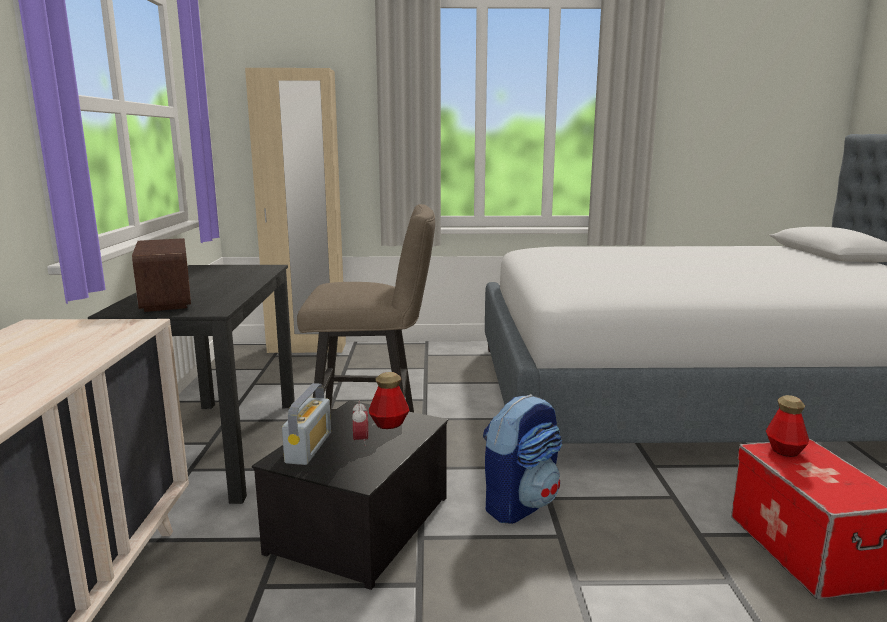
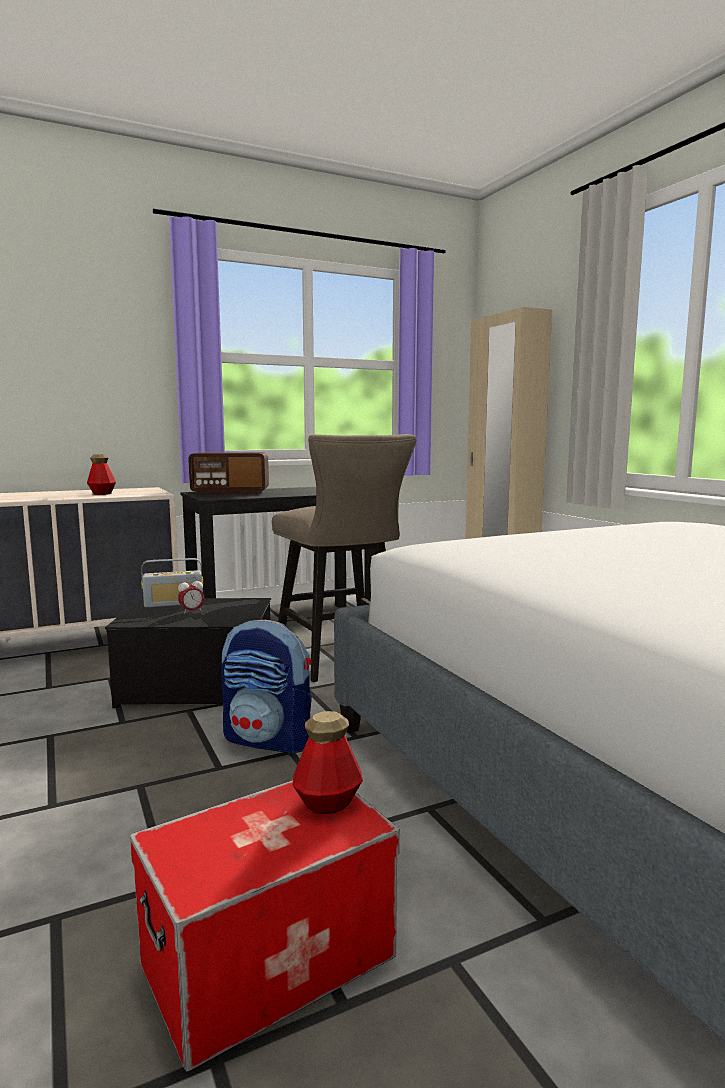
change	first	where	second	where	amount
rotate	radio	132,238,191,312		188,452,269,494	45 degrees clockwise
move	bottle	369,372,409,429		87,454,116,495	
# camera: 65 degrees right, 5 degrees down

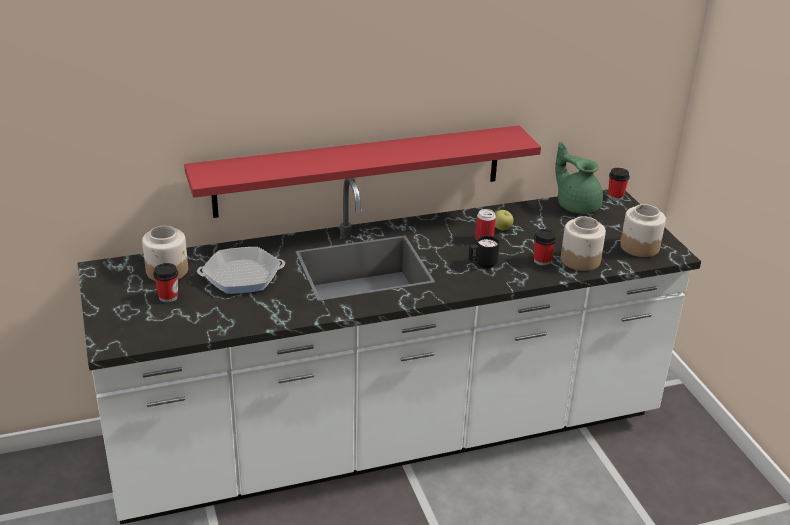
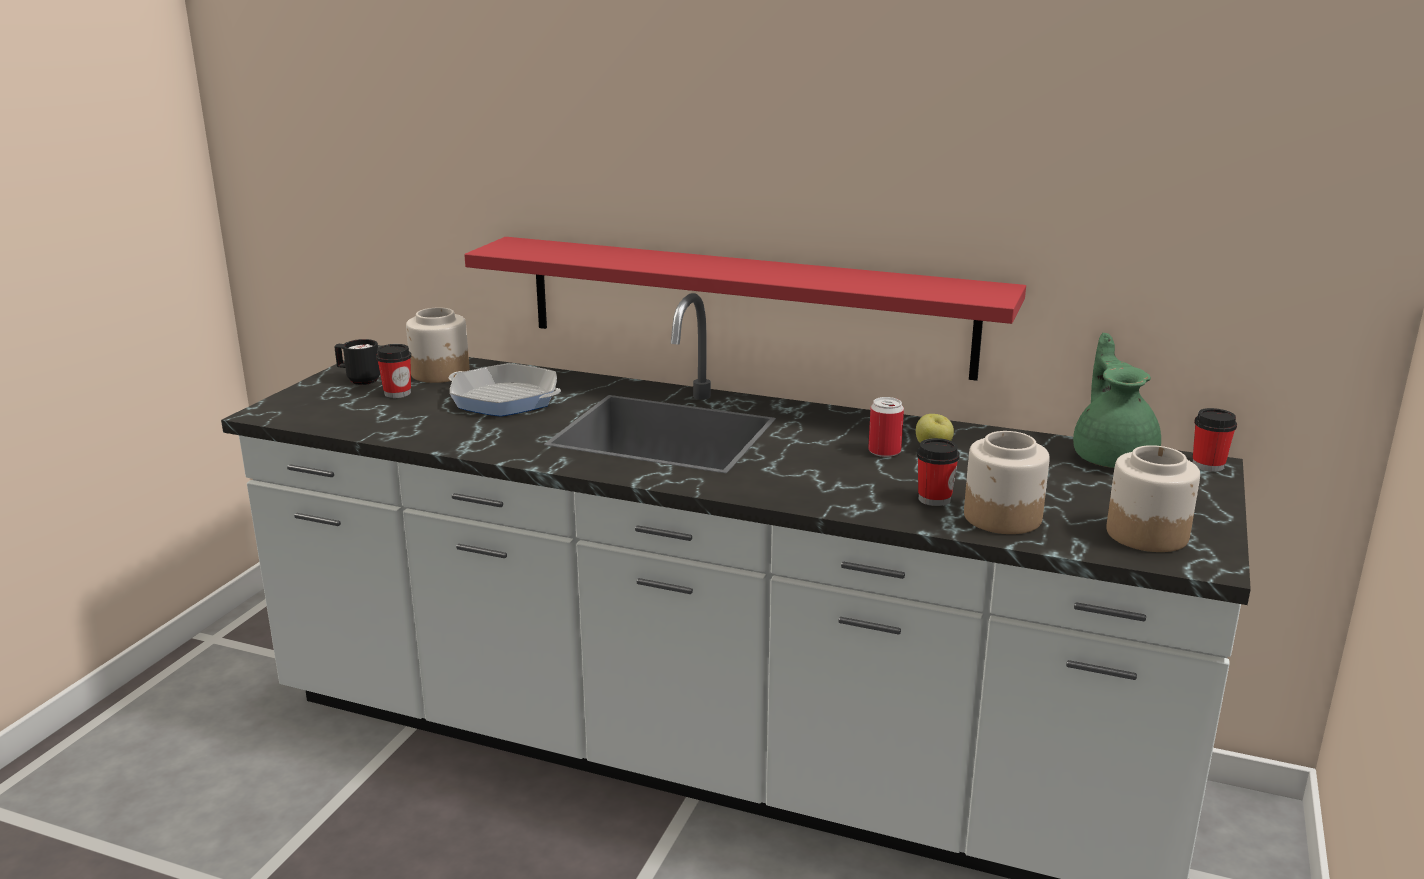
change	first	where	second	where	amount
move	blackish tea mug	468,236,500,268		335,339,380,385	
# camera: 40 degrees right, 10 degrees down

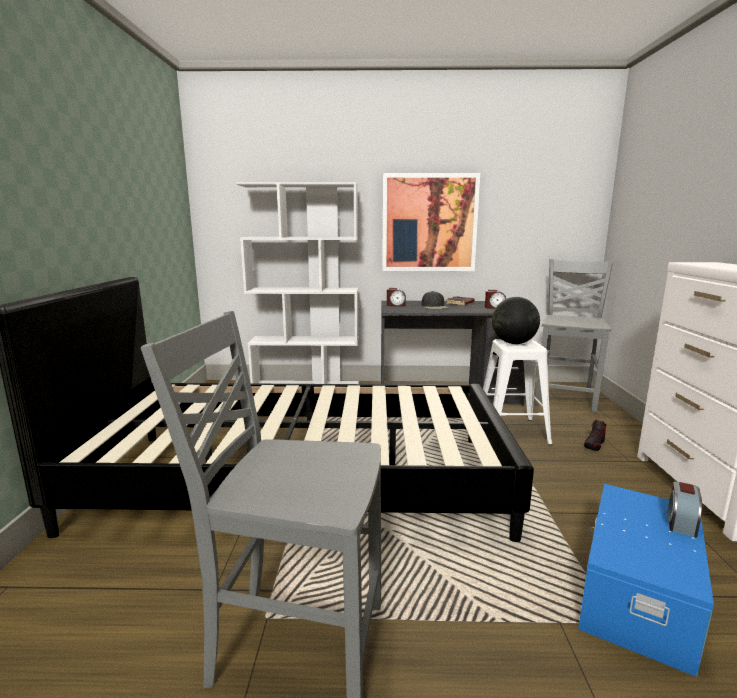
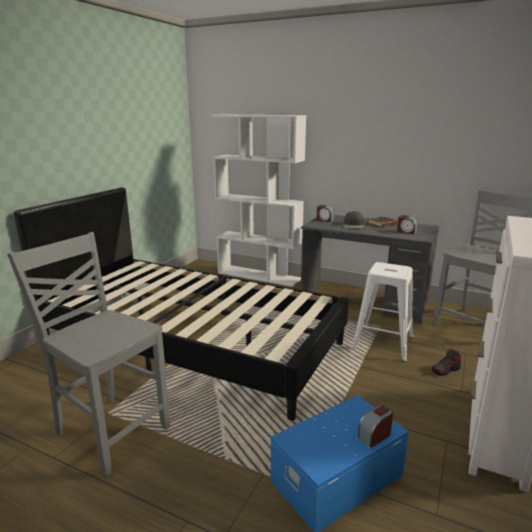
change	first	where	second	where	amount
delete	picture	382,173,480,271			
delete	world globe	492,297,540,344			
# camera: 25 degrees right, 5 degrees up

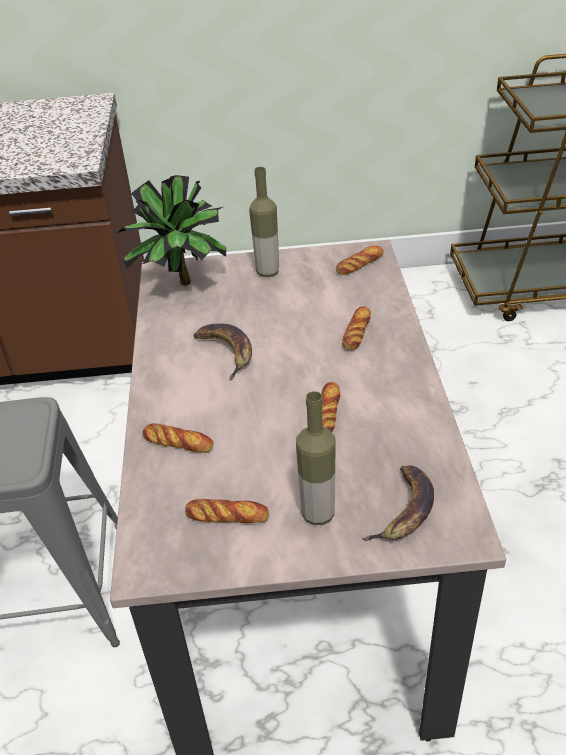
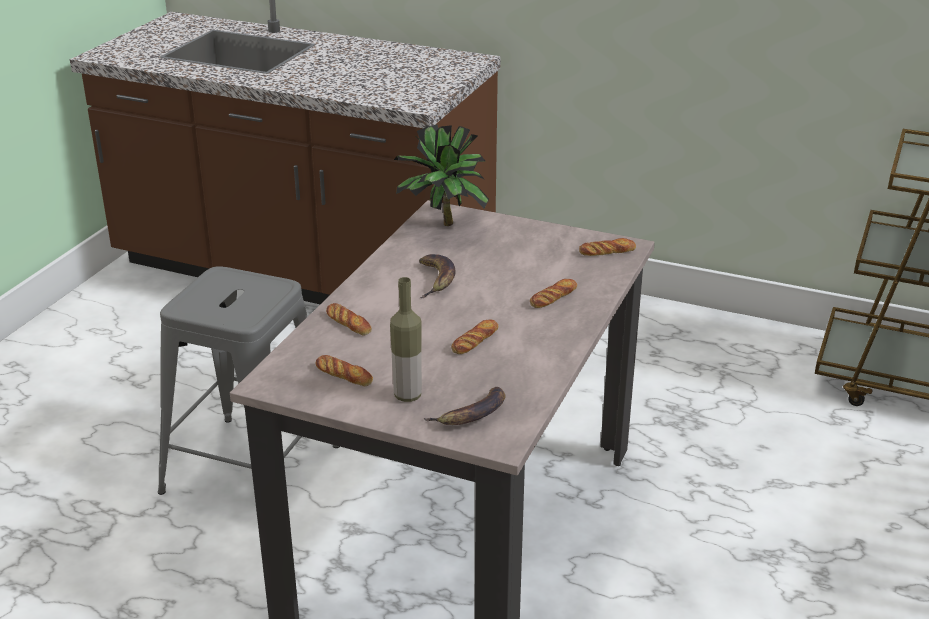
change	first	where	second	where	amount
delete	bottle	249,167,279,277			
# camera: 25 degrees right, 10 degrees down

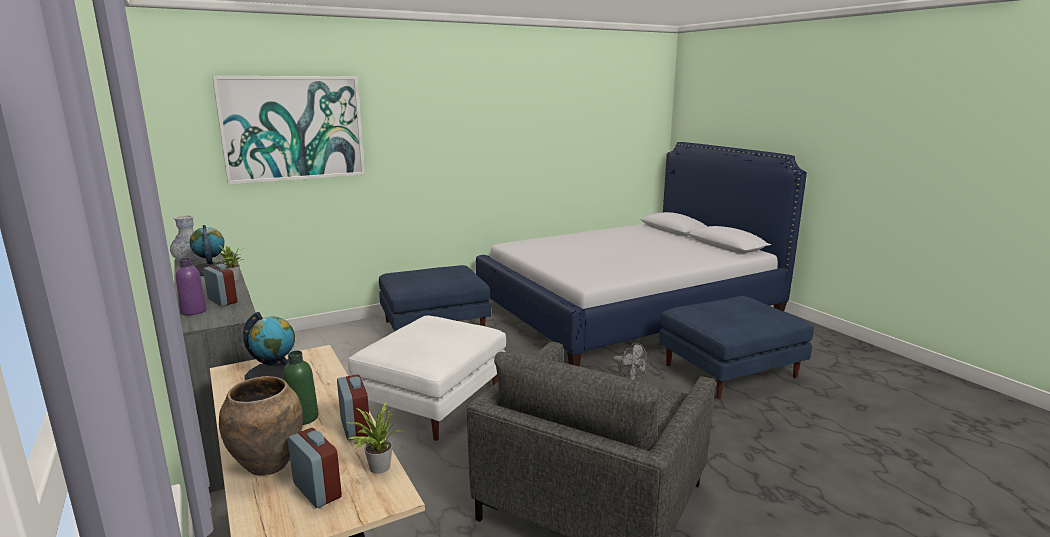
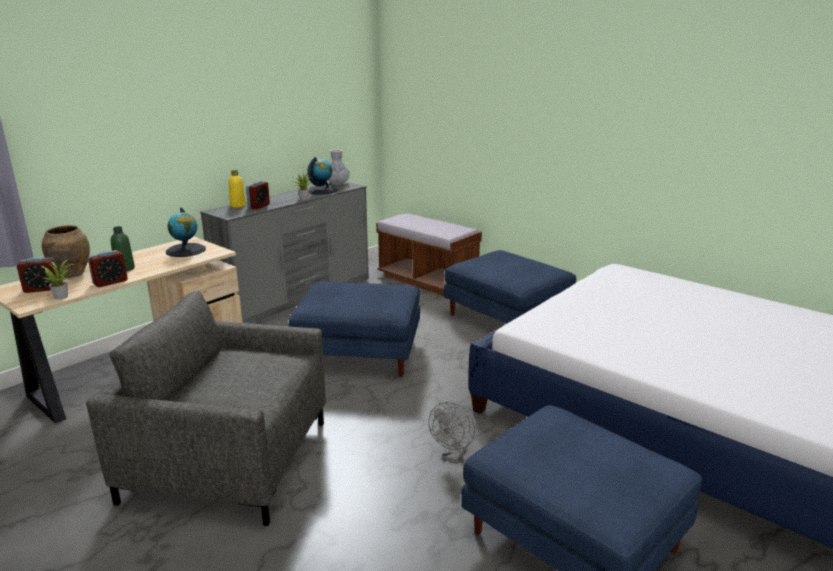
change	first	where	second	where	amount
recolor	purplish bottle	176,258,207,315	yellowish bottle	228,170,246,208	
delete	picture	212,76,365,185			
rotate	table clock	288,428,342,508		17,257,57,293	45 degrees clockwise
recolor	white-coloured footrest	348,315,506,441	blue footrest	289,281,420,377	
insert			brownish indoor bench	376,214,482,296	
# camera: 70 degrees right, 5 degrees up

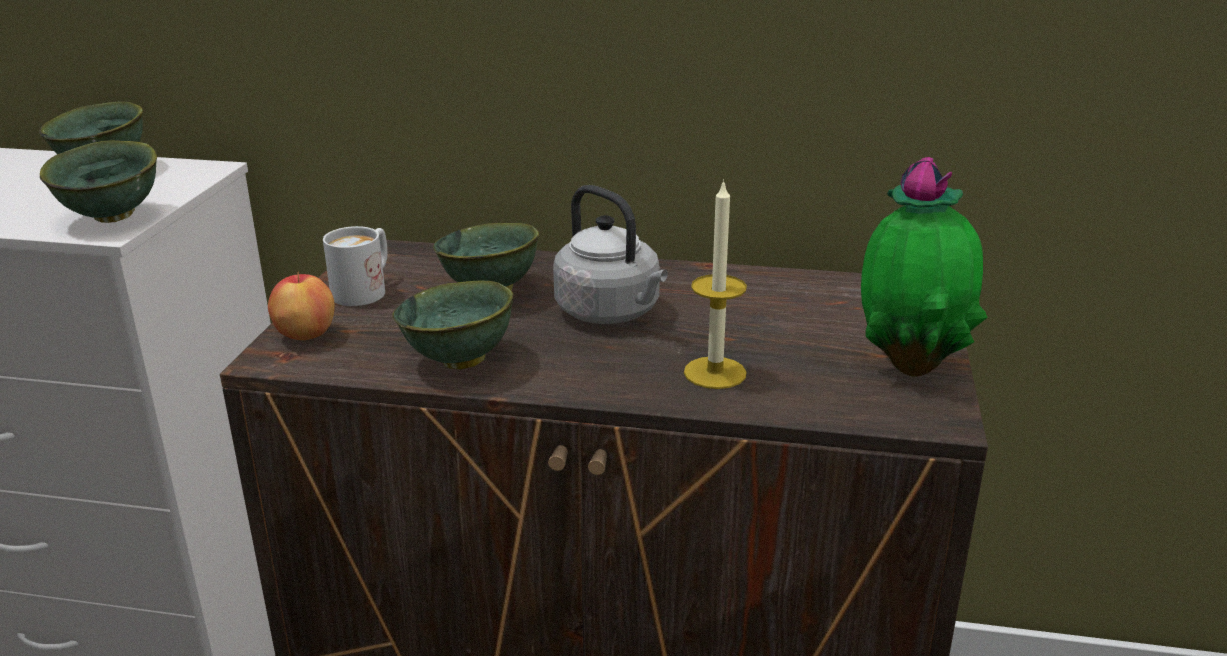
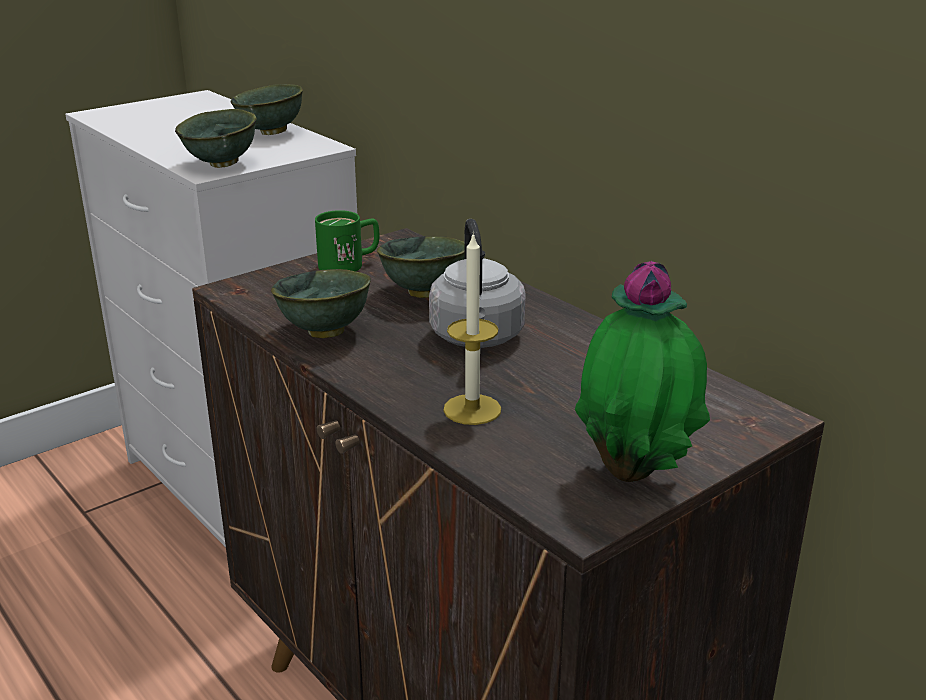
change	first	where	second	where	amount
delete	apple	268,271,335,340			
recolor	white-coloured tea mug	323,226,388,306	green-coloured tea mug	315,210,379,272	
# camera: 40 degrees right, 0 degrees up

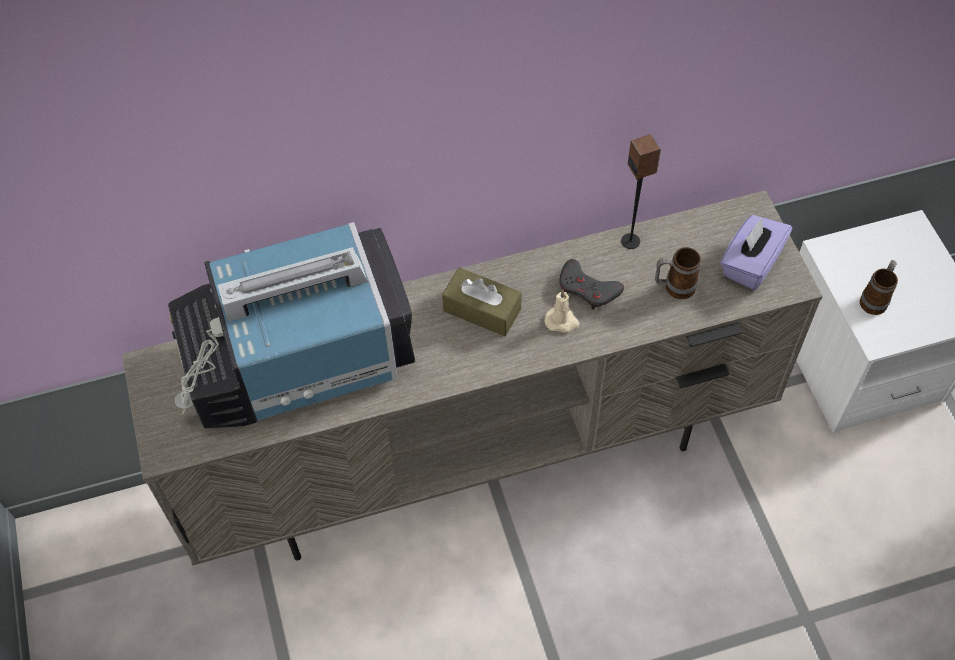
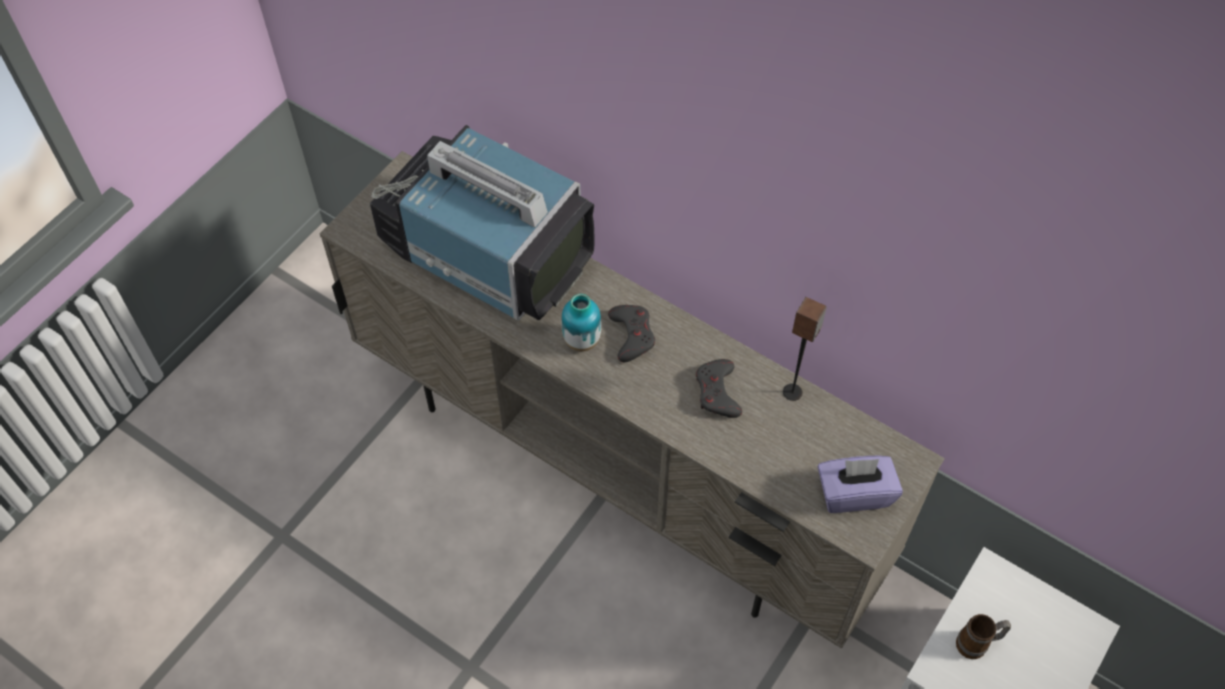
change	first	where	second	where	amount
replace	brownish tissue box	442,267,522,336	greyish joypad	608,305,655,362	
delete	beige-coloured candle	544,290,580,333			
delete	tea mug	655,247,701,299			
insert			flower vase	561,294,601,351	
# camera: 50 degrees right, 0 degrees up

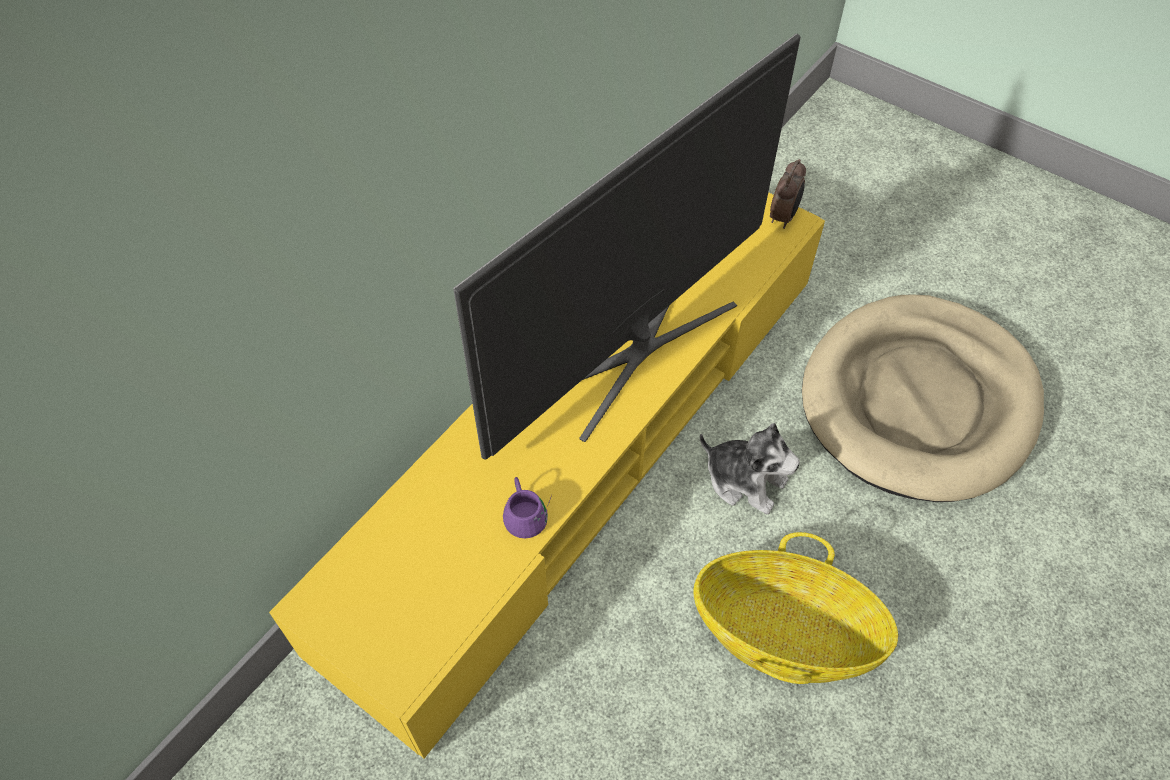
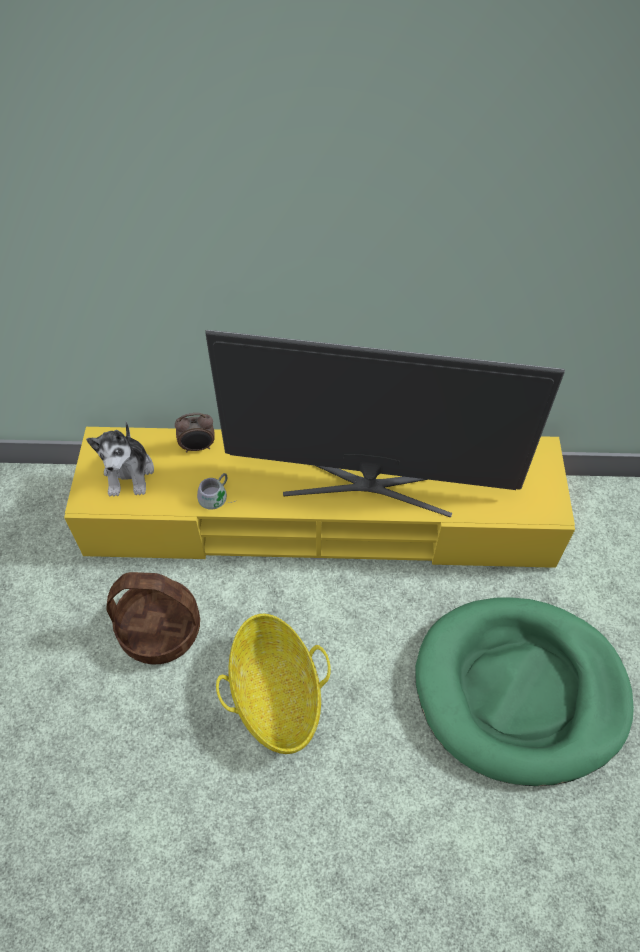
change	first	where	second	where	amount
recolor	purplish tea mug	503,477,552,538	greyish tea mug	197,473,235,510	
move	plush toy	700,423,800,515		86,422,154,497	
move	table clock	770,159,806,229		175,413,215,453	
recolor	beige-coloured pet bed	802,295,1044,502	green-coloured pet bed	415,597,634,786	
insert			basket	106,572,200,665	
# camera: 55 degrees right, 0 degrees up

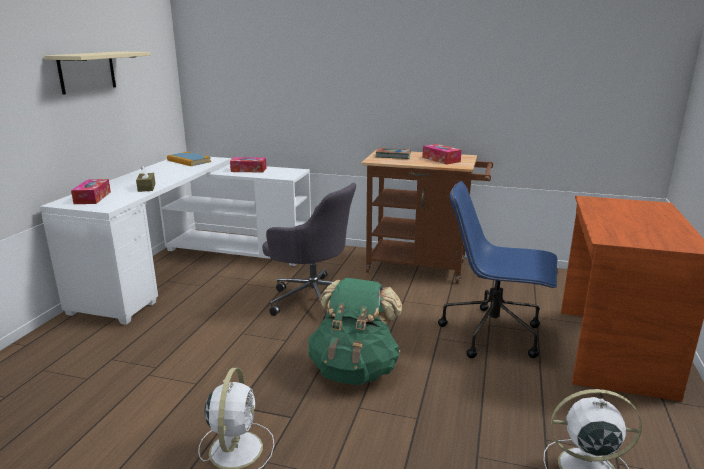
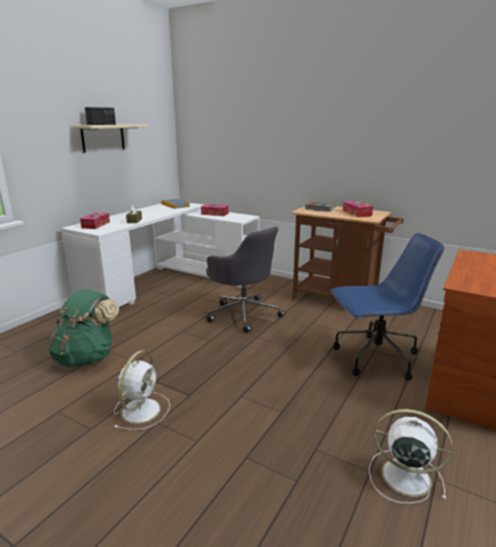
change	first	where	second	where	amount
move	green-coloured knapsack	308,278,402,385		46,289,119,367	
rotate	blue computer chair	438,181,557,358		330,233,444,381	135 degrees clockwise
insert			radio	85,107,116,125	
# camera: 15 degrees right, 0 degrees up

